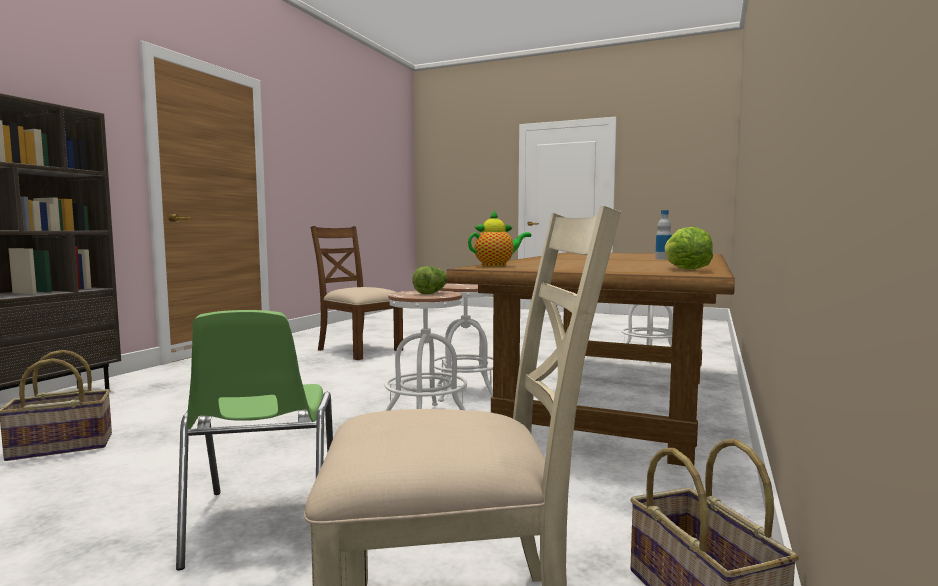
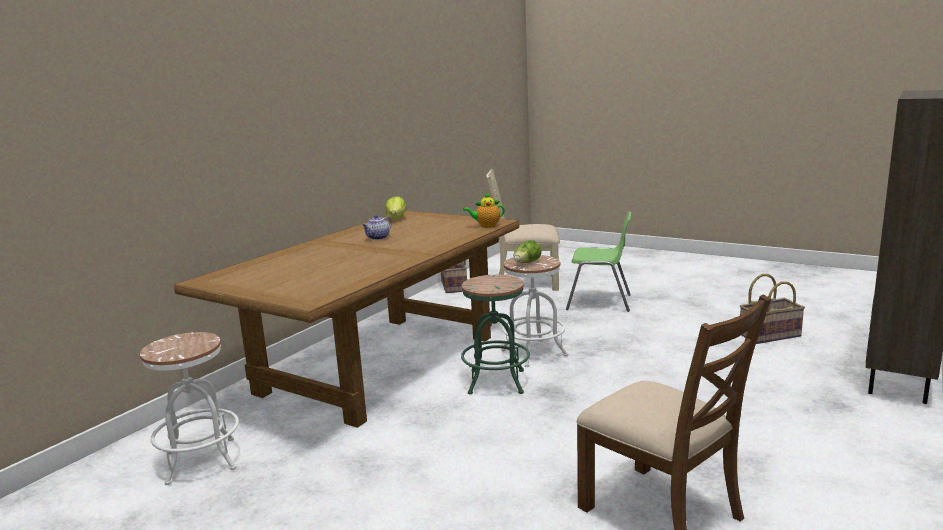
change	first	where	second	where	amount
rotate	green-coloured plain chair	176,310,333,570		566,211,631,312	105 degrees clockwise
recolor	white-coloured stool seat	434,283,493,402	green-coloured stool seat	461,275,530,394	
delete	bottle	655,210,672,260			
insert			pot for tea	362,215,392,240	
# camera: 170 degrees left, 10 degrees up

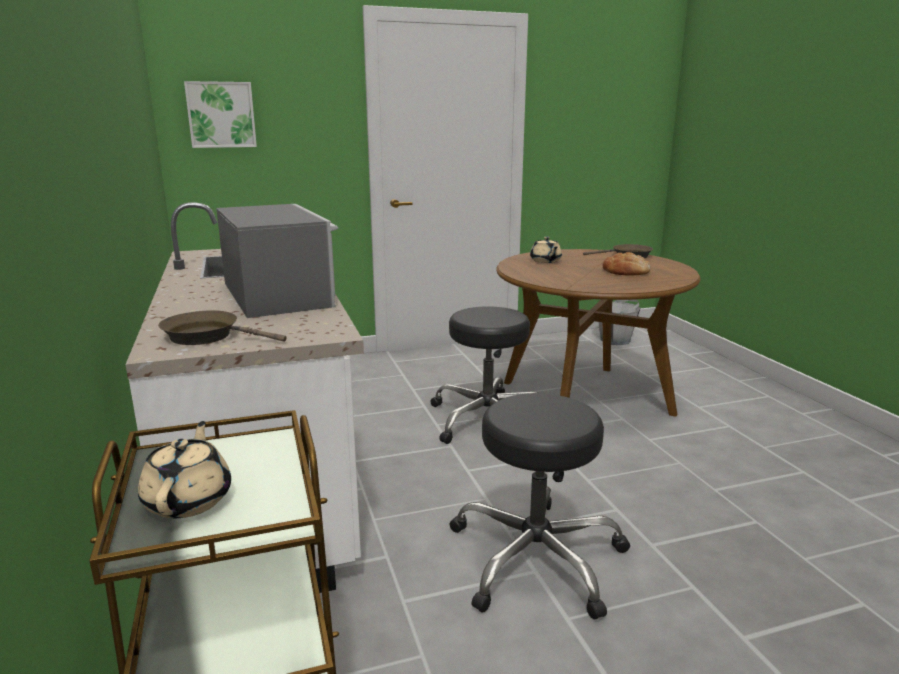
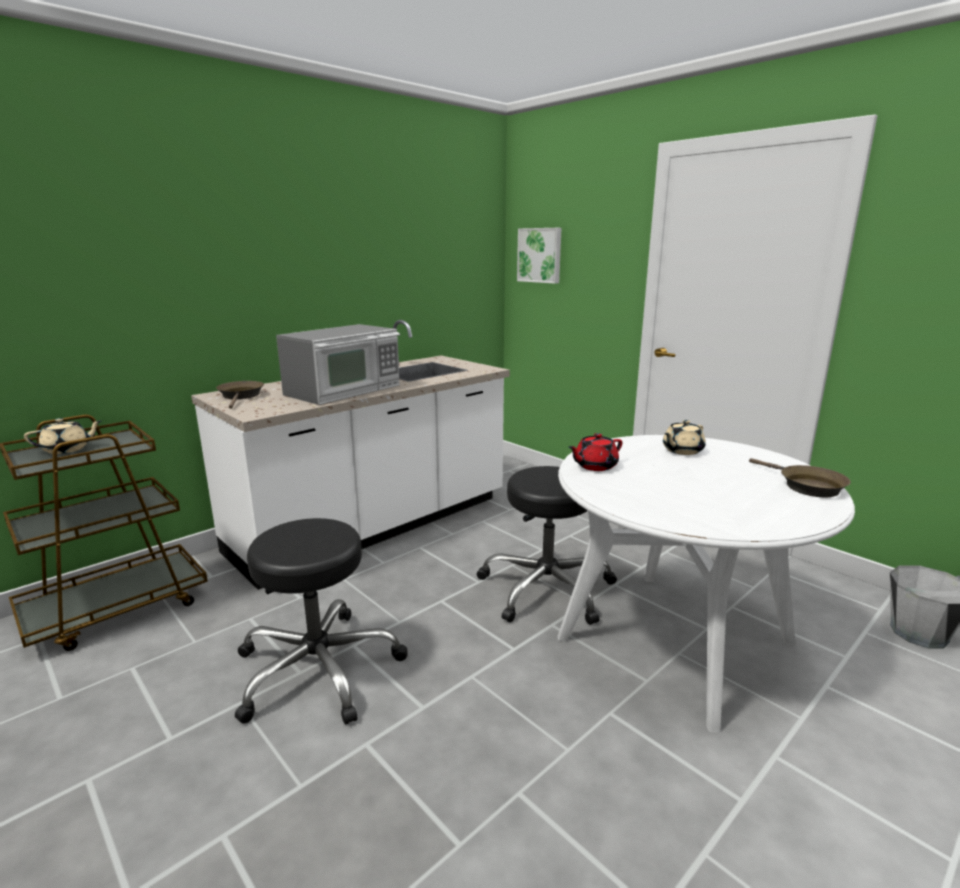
change	first	where	second	where	amount
recolor	brownish dinner table	496,249,701,417	white-coloured dinner table	558,435,855,733	
delete	bread	602,252,651,276			
insert			red-coloured pot for tea	569,433,622,471	
# camera: 65 degrees right, 0 degrees up

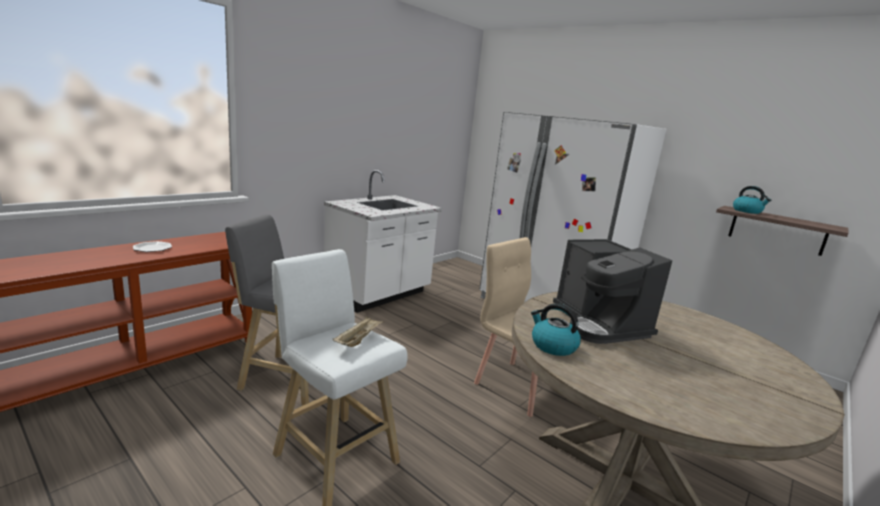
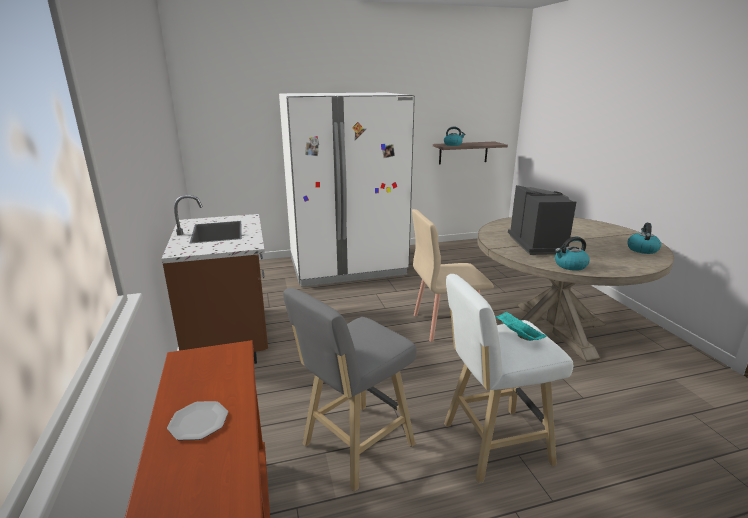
change	first	where	second	where	amount
recolor	white-coloured kitchen counter	324,170,442,313	brownish kitchen counter	161,195,268,364	
recolor	beige-coloured carrying tray	333,316,384,347	turquoise-coloured carrying tray	495,312,547,341	
rotate	coffee brewer	553,239,672,344		508,185,576,255	105 degrees counterclockwise
insert			tea kettle	627,223,661,254	
# camera: 55 degrees left, 5 degrees up

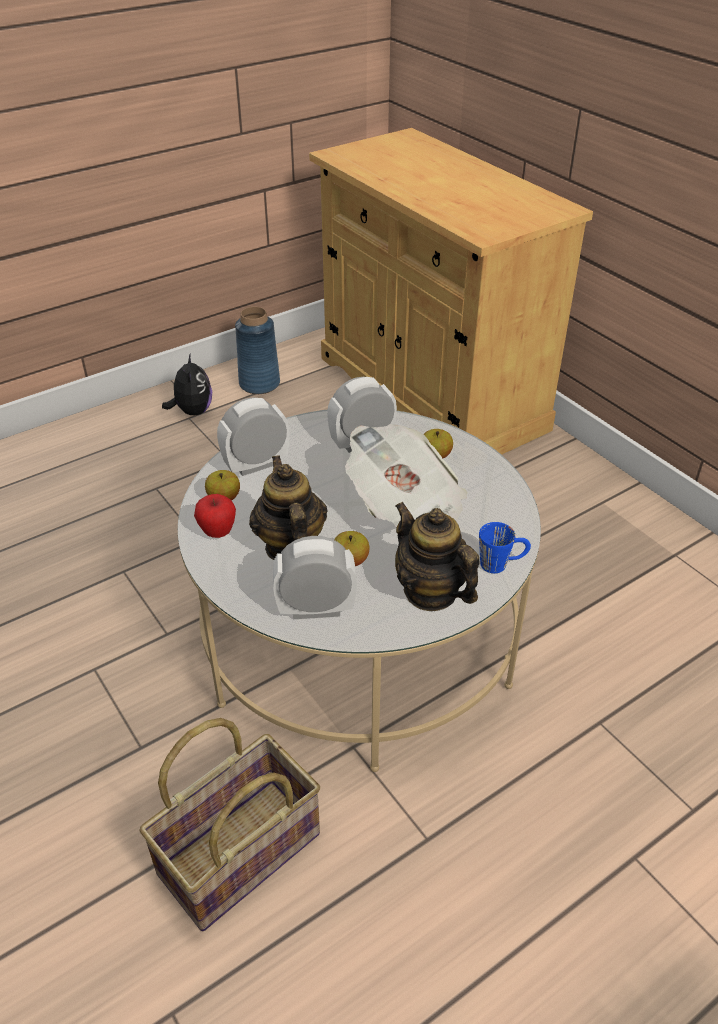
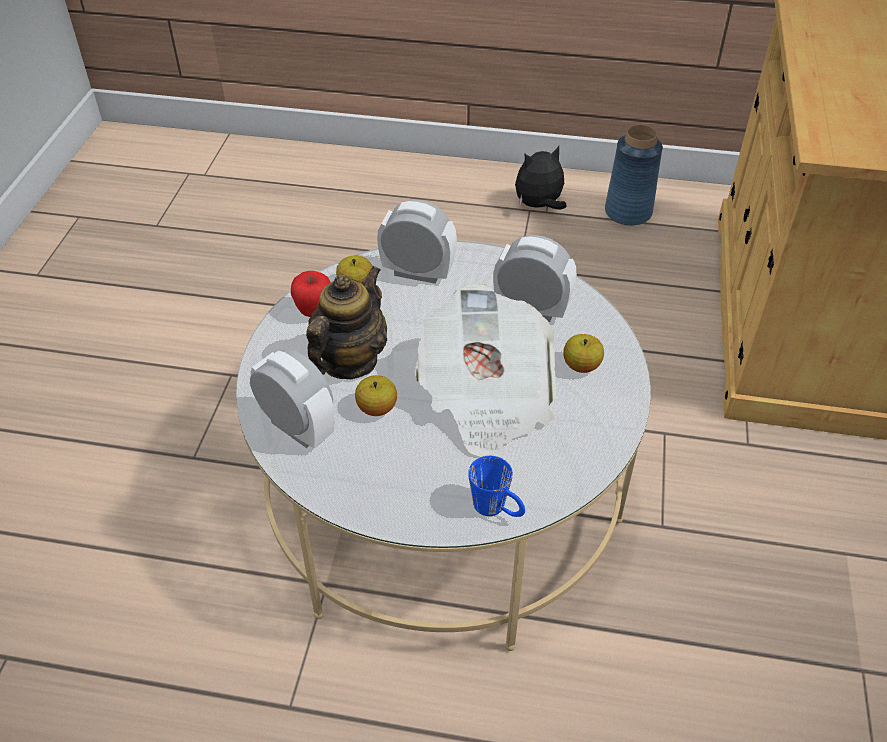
change	first	where	second	where	amount
delete	basket	139,718,320,931			
rotate	plush toy	162,353,212,415		515,146,566,210	150 degrees counterclockwise
delete	pot for tea	395,502,480,611			
# camera: 45 degrees right, 5 degrees up

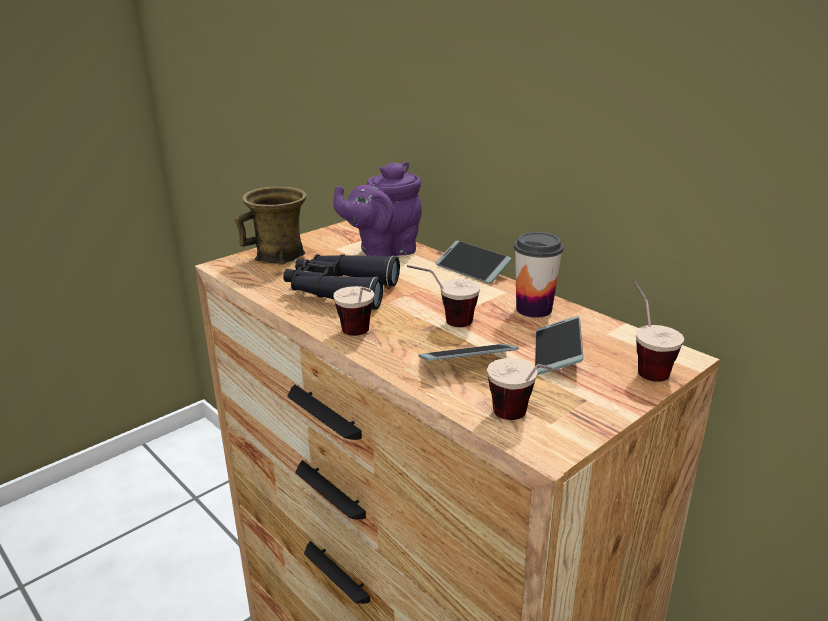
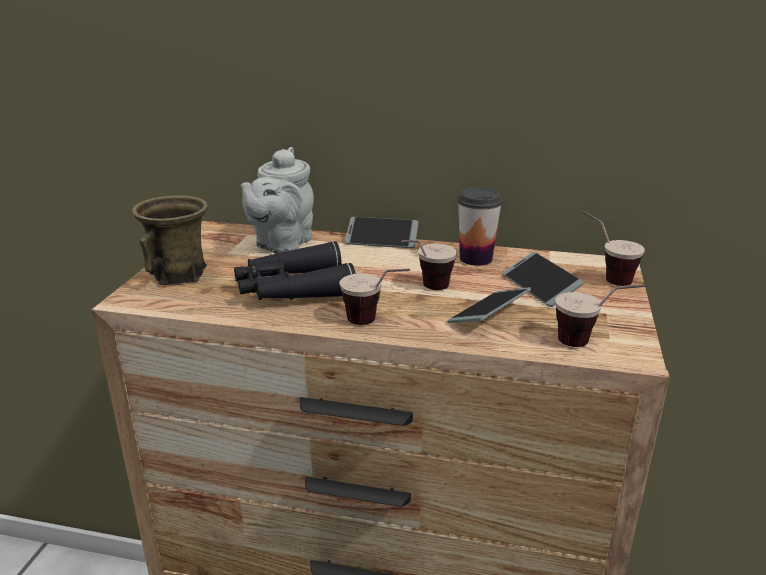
change	first	where	second	where	amount
recolor	purplish pot for tea	333,161,422,256	greyish pot for tea	241,147,314,254	
# camera: 35 degrees left, 0 degrees up

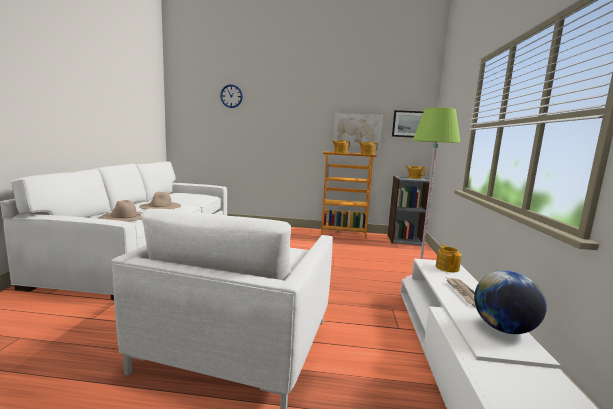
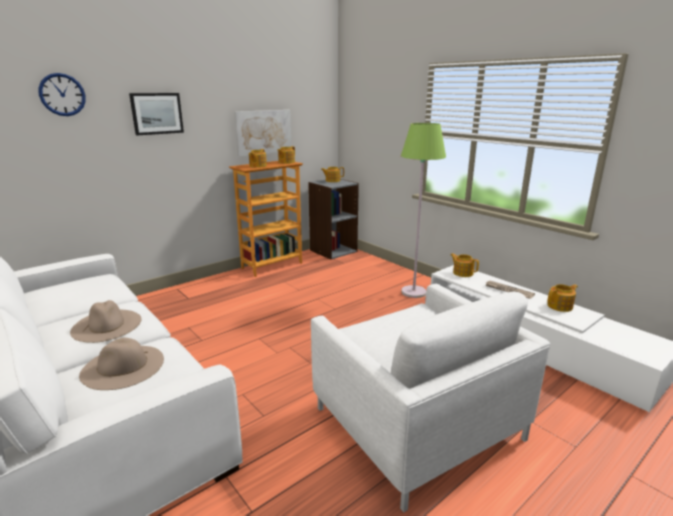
change	first	where	second	where	amount
move	picture	392,110,424,138		129,93,184,135	
replace	world globe	474,270,547,334	pot for tea	547,284,578,312	
# camera: 45 degrees left, 10 degrees up

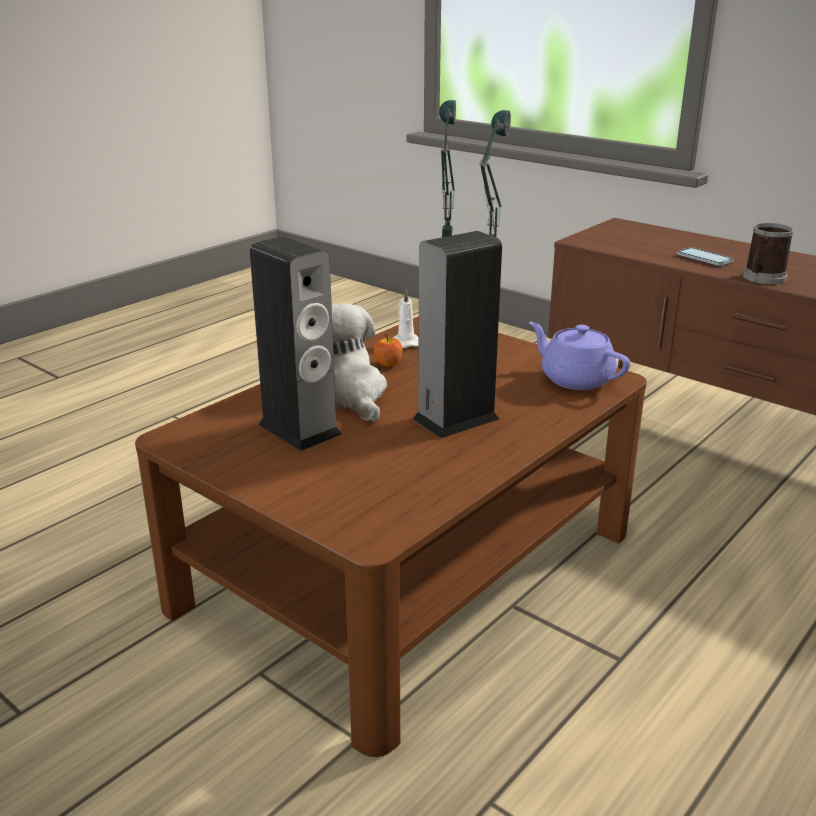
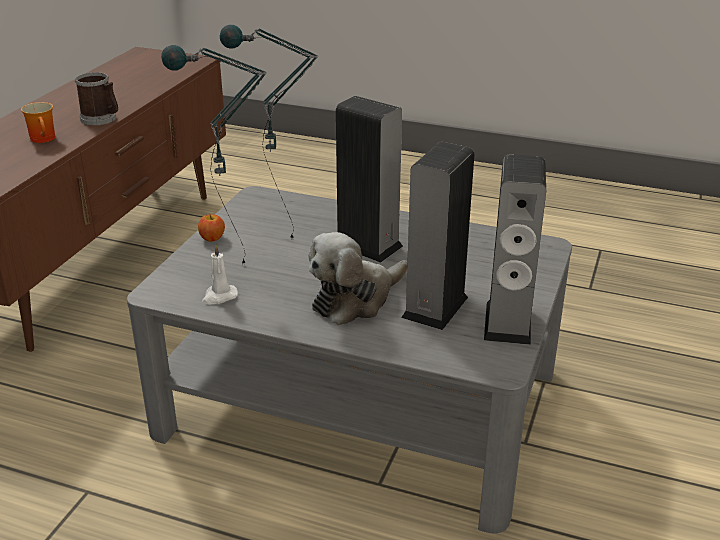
change	first	where	second	where	amount
recolor	brownish coffee table	135,316,647,757	greyish coffee table	127,186,572,534	
move	apple	374,334,403,367		198,214,225,242	
delete	purplish pot for tea	529,322,630,390			
replace	phone	677,247,734,266	tea mug	21,102,55,143	
insert			audio speaker	484,154,546,345	
# camera: 110 degrees left, 5 degrees up

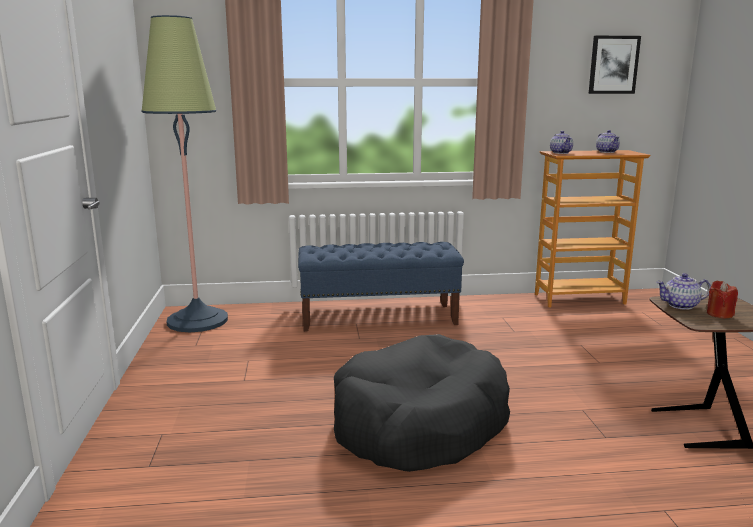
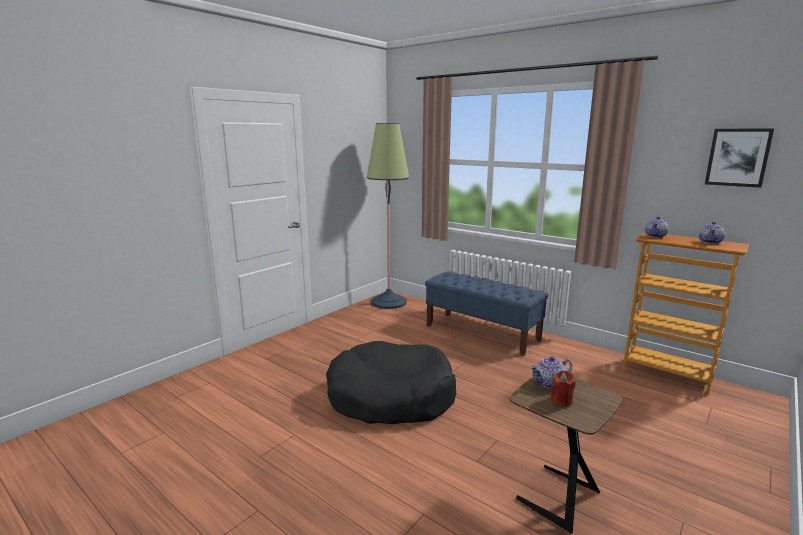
change	first	where	second	where	amount
rotate	pot for tea	656,273,711,310		530,356,572,389	60 degrees counterclockwise
# camera: 45 degrees right, 0 degrees up

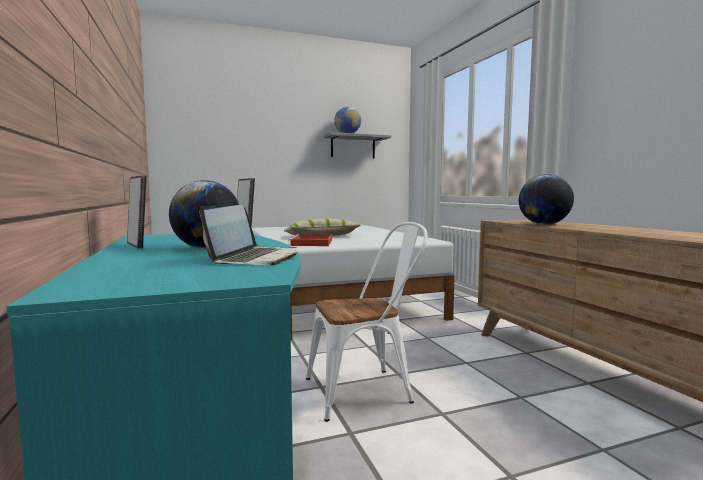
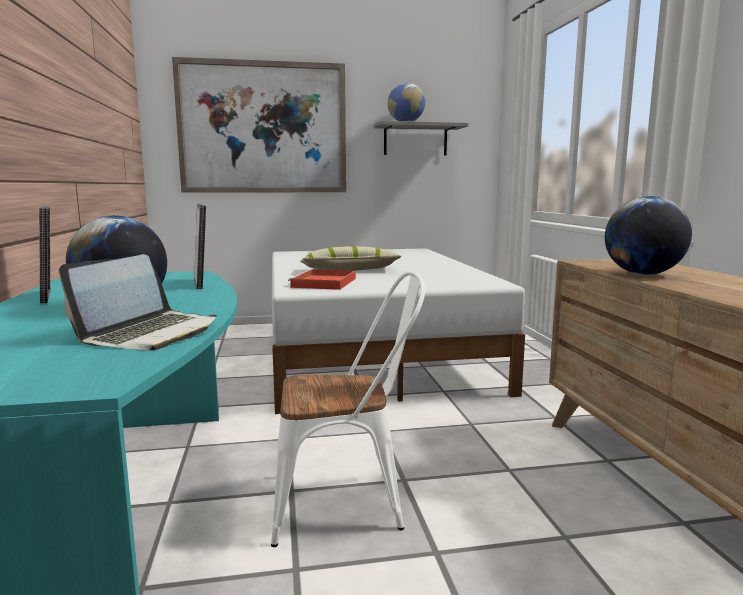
change	first	where	second	where	amount
insert			picture	172,57,346,193	
# camera: 10 degrees right, 5 degrees up

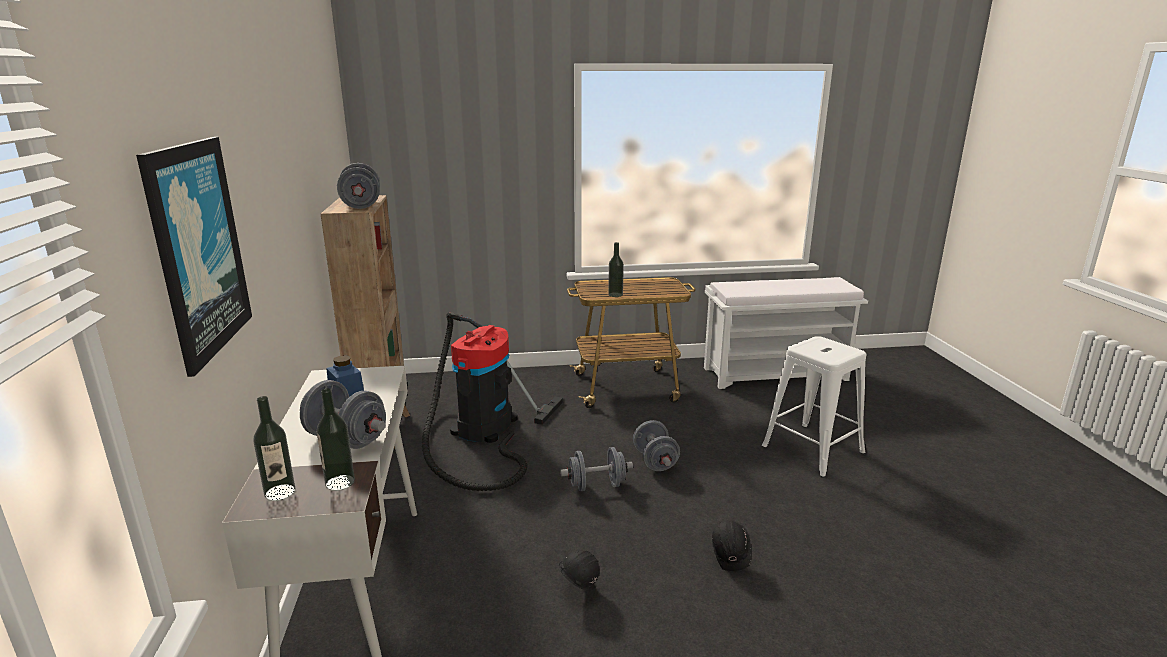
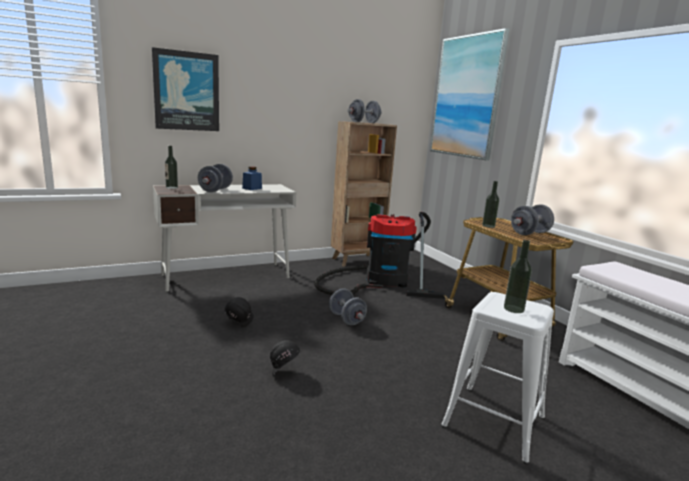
change	first	where	second	where	amount
move	bottle	317,388,355,491		504,240,532,313	
move	greyish dumbbell	633,420,680,471		511,204,554,235	
insert			picture	430,28,509,161	
# camera: 70 degrees right, 5 degrees down

